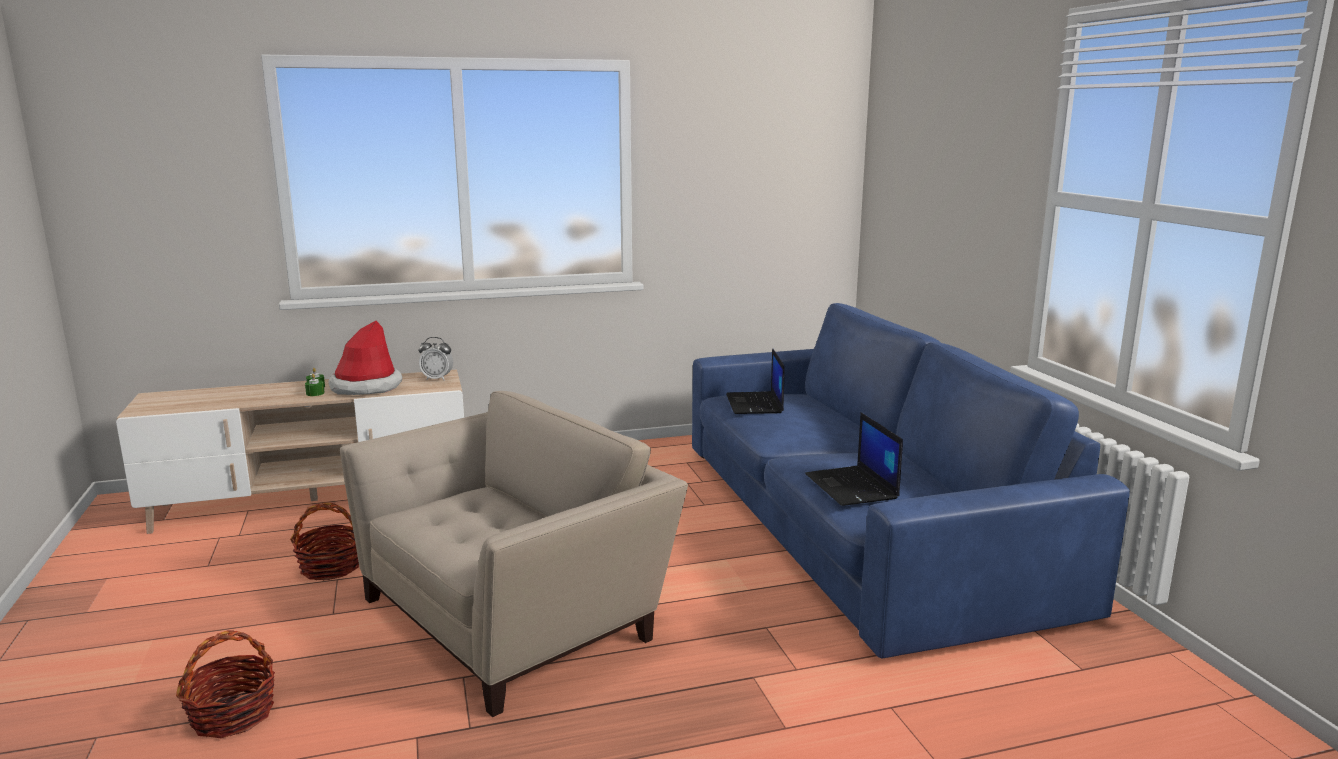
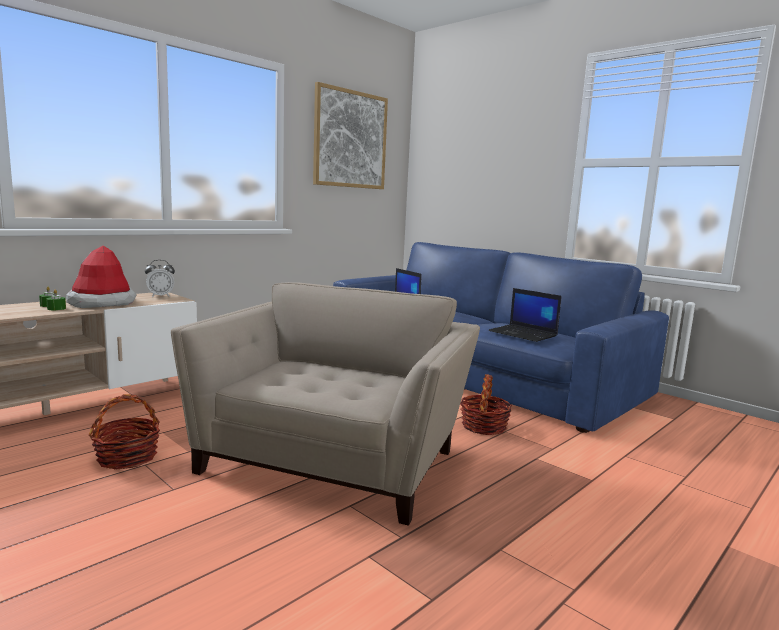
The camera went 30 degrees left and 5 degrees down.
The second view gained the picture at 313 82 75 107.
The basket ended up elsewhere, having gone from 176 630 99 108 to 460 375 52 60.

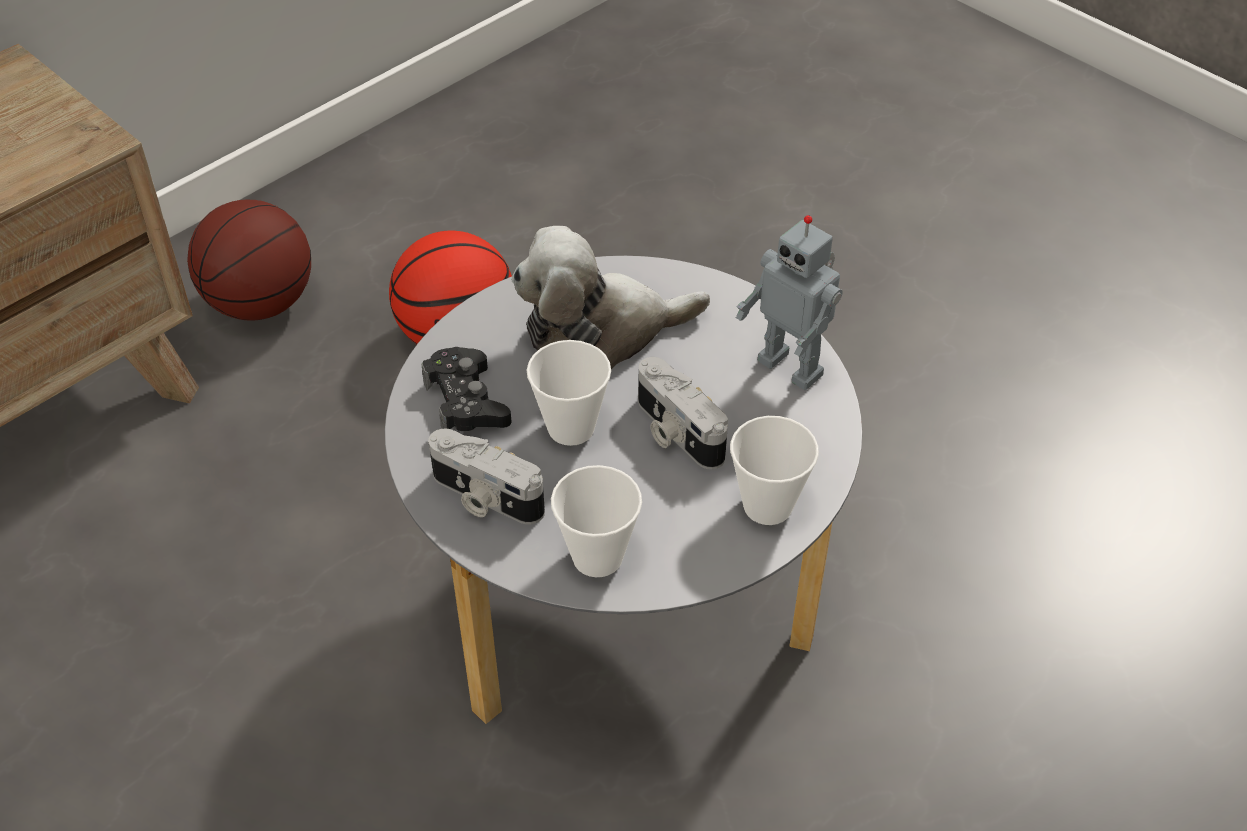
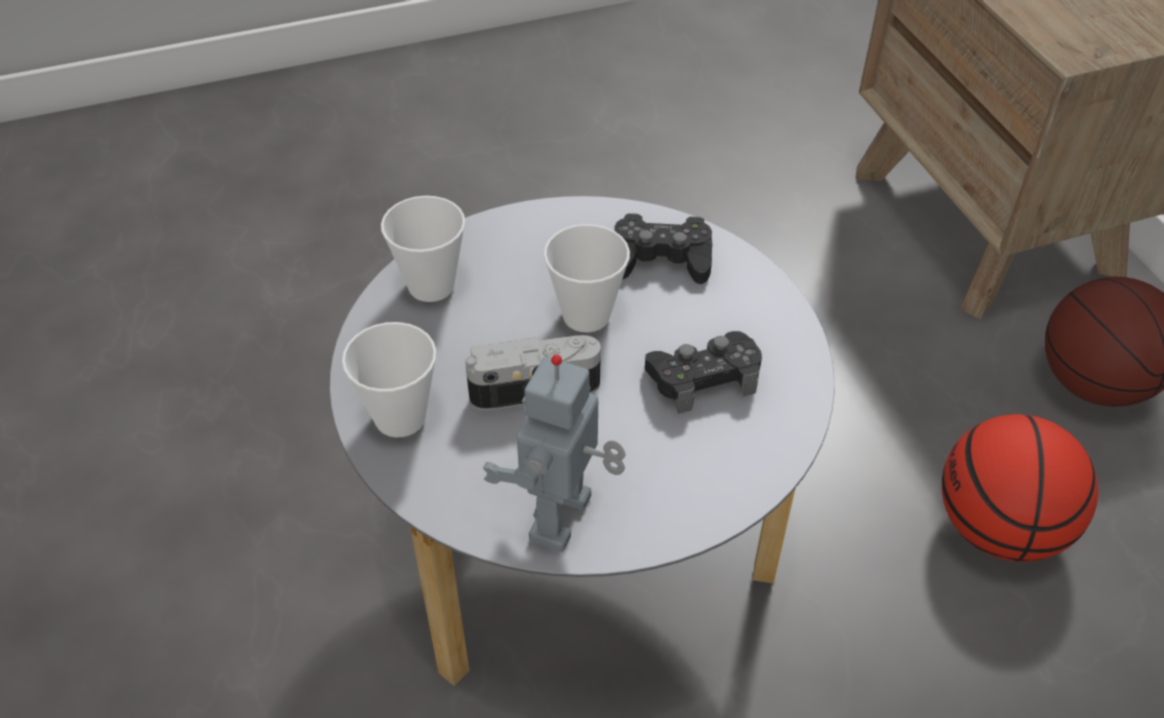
The camera went 115 degrees right and 0 degrees up.
The second view lost the photo camera at 428 429 117 95.
Where the plush toy stood at 511 226 199 144, the game controller (black) came to stand at 645 331 117 83.
The toy robot at 736 215 107 175 ended up facing another way, 45 degrees counterclockwise from before.

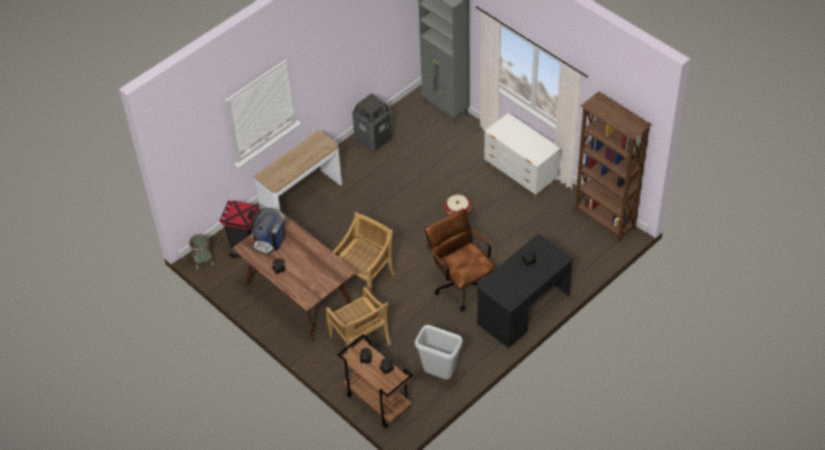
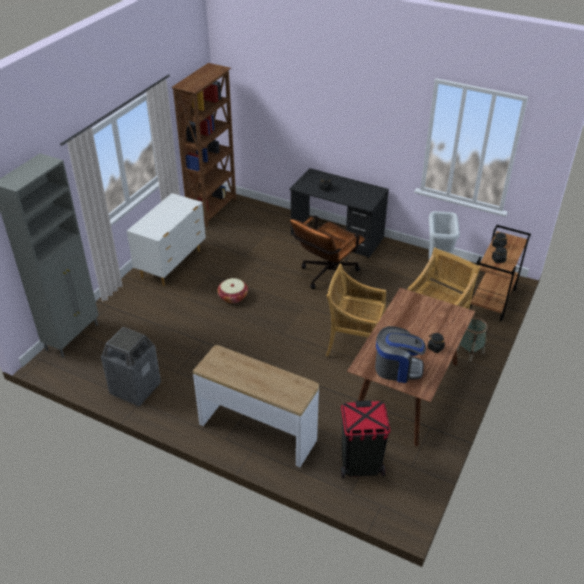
The camera went 110 degrees left and 10 degrees down.
The basket ended up elsewhere, having gone from 189 234 25 36 to 457 317 31 45.

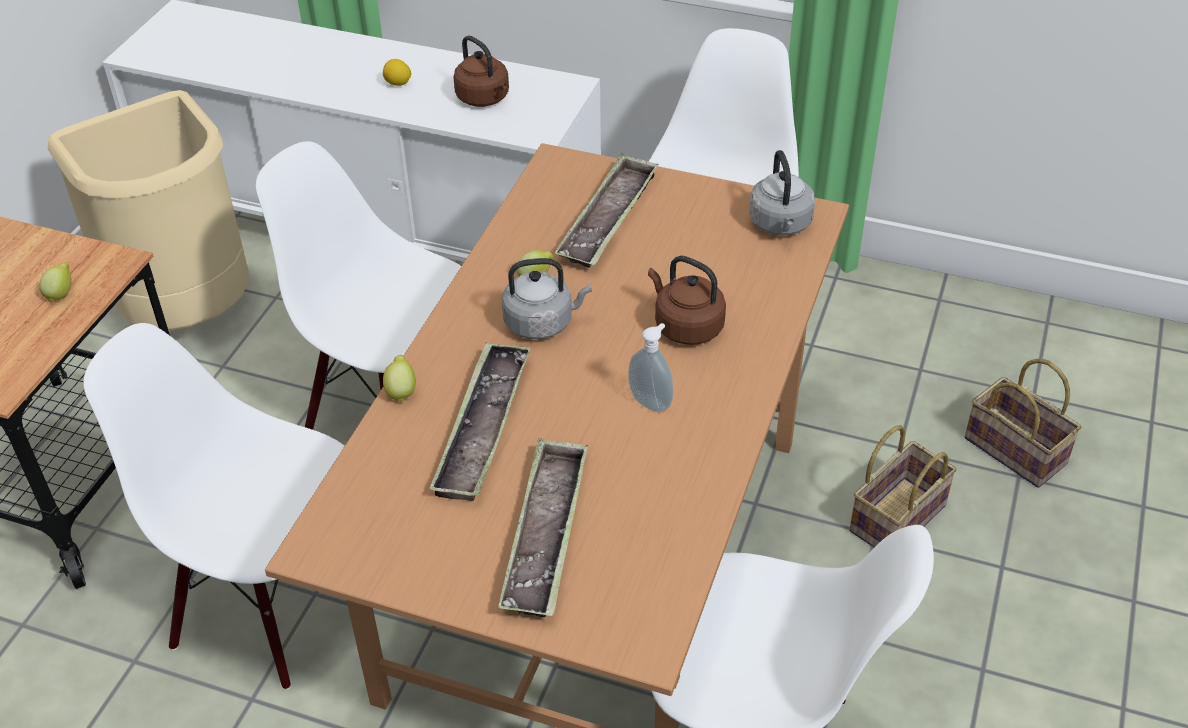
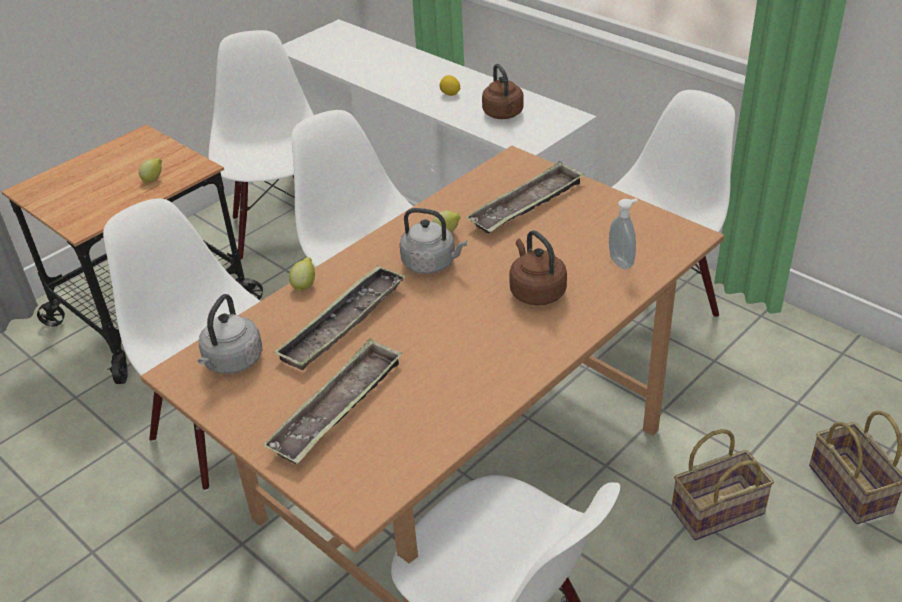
The camera went 25 degrees right and 5 degrees down.
The soap dispenser ended up elsewhere, having gone from 628 323 45 89 to 609 199 29 71.
The kettle (grey) ended up elsewhere, having gone from 749 150 66 85 to 198 294 64 80.
Where the trash can (beige) stood at 48 90 202 240, the chair (white) came to stand at 208 30 106 231.

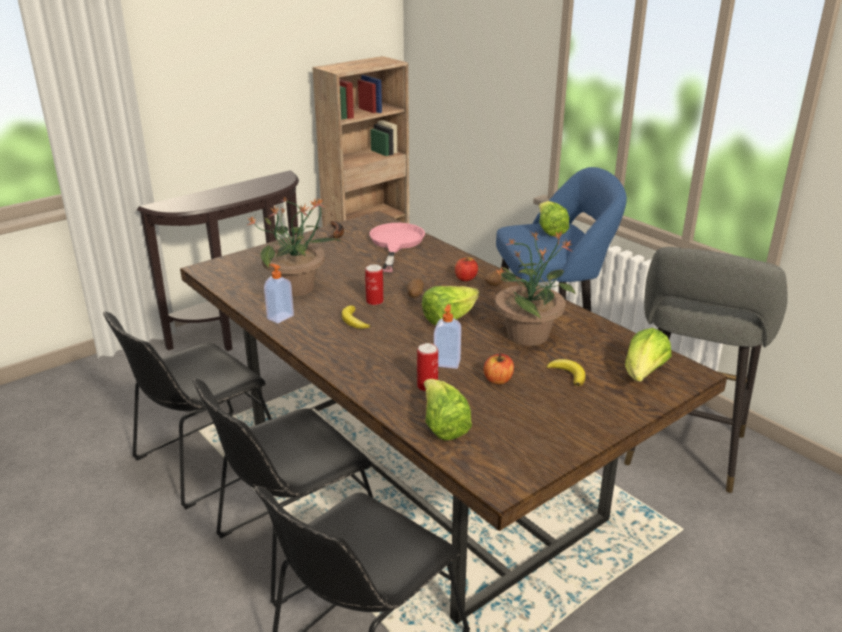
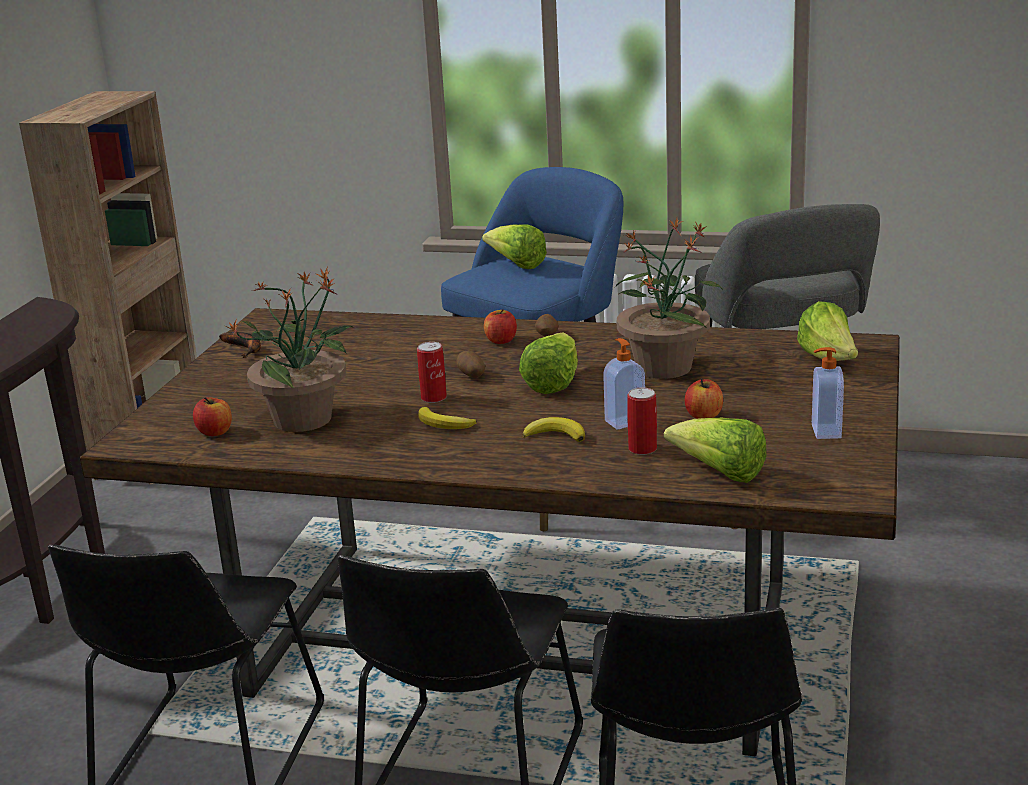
The camera went 35 degrees left and 5 degrees down.
The second view lost the frying pan (pink) at 370 223 55 49.
The second view gained the apple at 193 397 39 39.
The soap dispenser ended up elsewhere, having gone from 264 264 30 59 to 812 347 32 92.
The banana ended up elsewhere, having gone from 546 359 40 27 to 522 417 63 25.

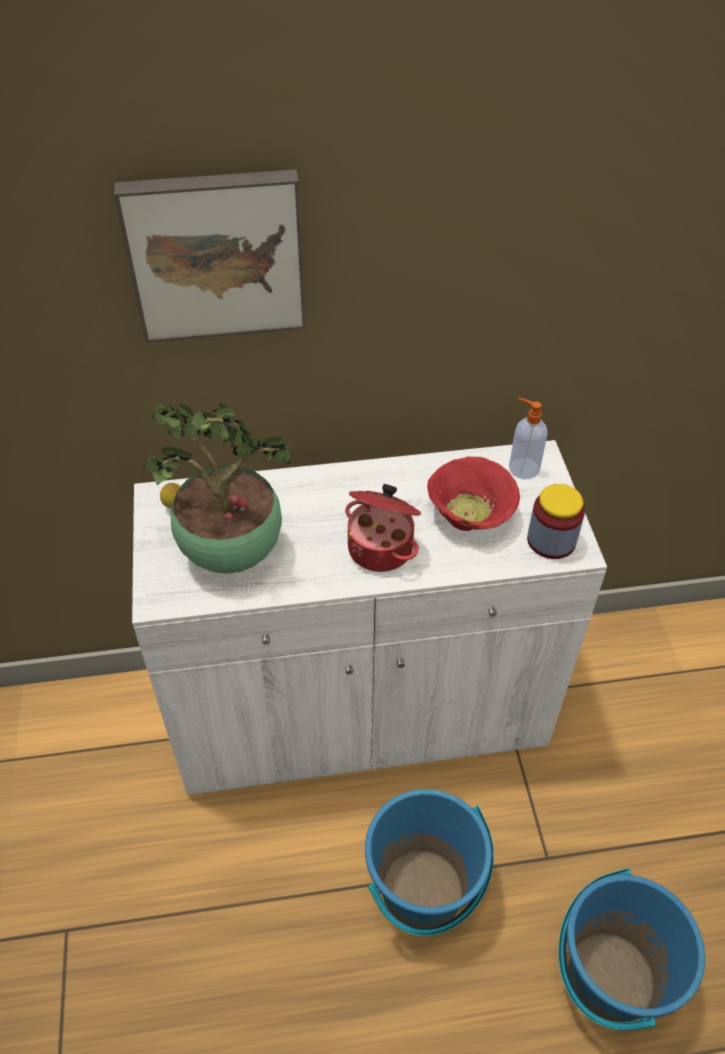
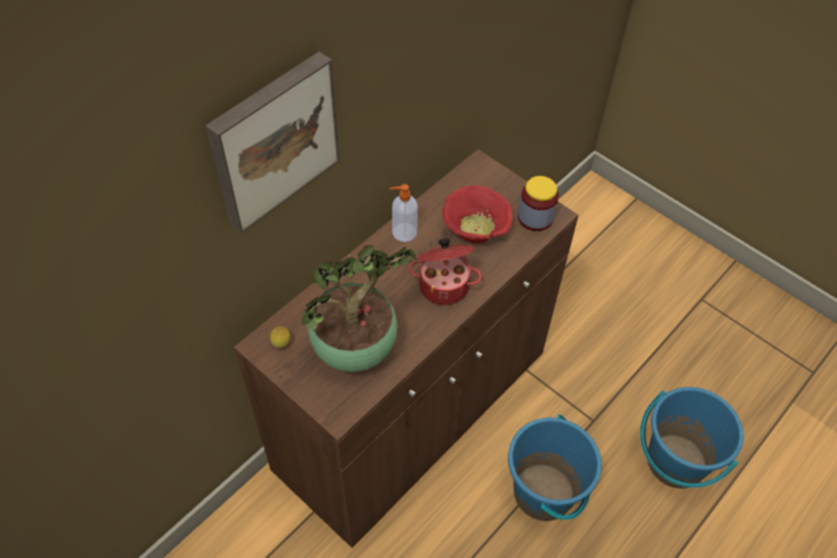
The camera went 40 degrees left and 5 degrees up.
The soap dispenser ended up elsewhere, having gone from 509 398 39 81 to 390 184 28 58.
What was the cabinet (white) at 132 440 475 355 turned into the cabinet (brown) at 234 149 344 399.

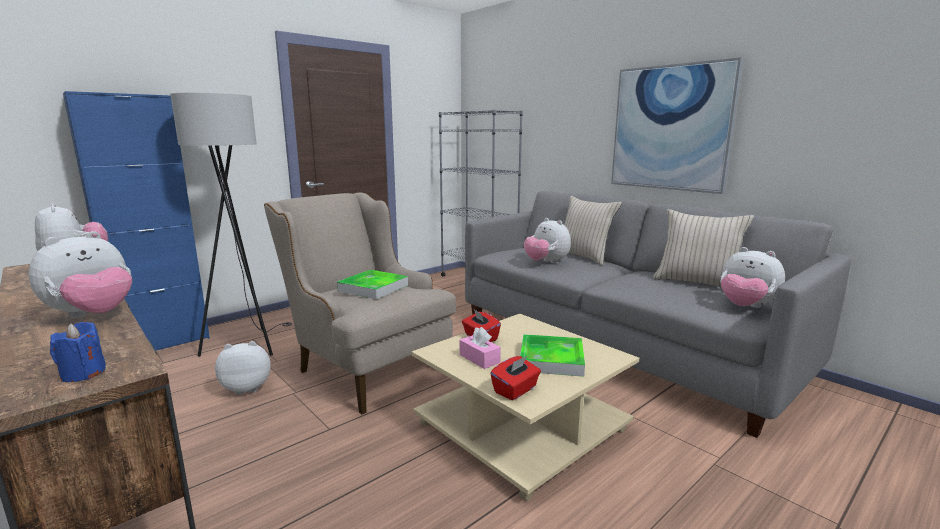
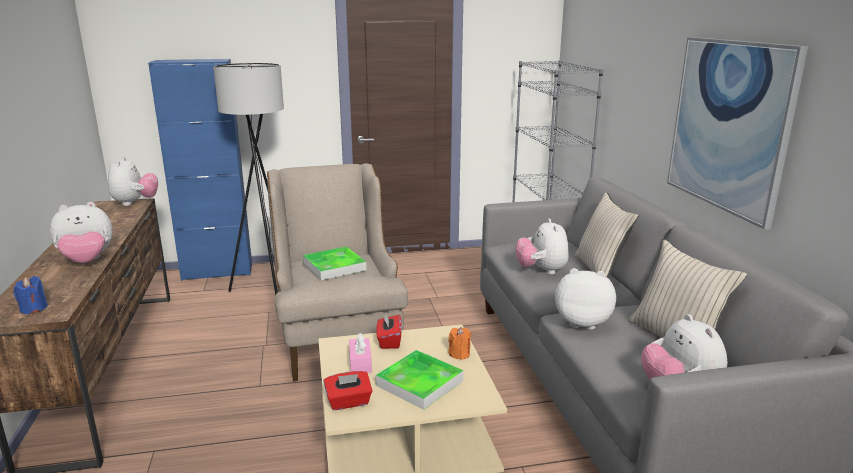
The camera went 30 degrees right and 5 degrees up.
The second view gained the candle (orange) at 448 327 23 33.
The plush toy ended up elsewhere, having gone from 215 341 56 53 to 555 268 61 62.

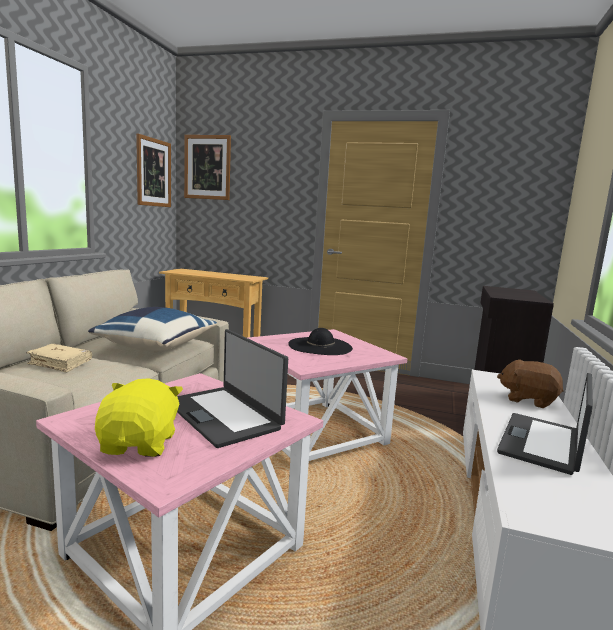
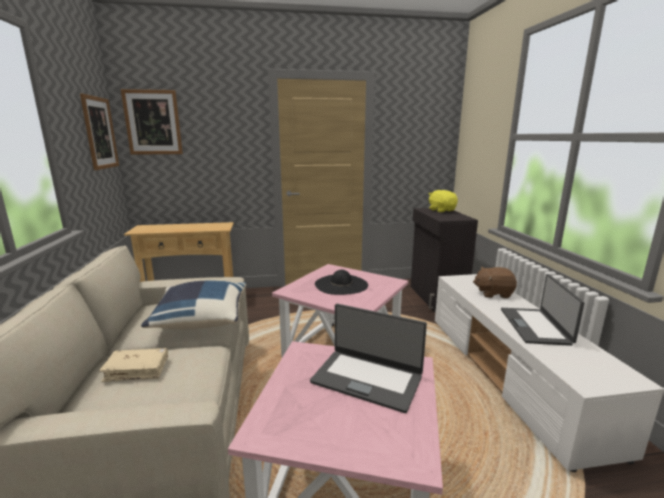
The camera went 25 degrees left and 5 degrees up.
The plush toy (yellow) ended up elsewhere, having gone from 95 378 88 79 to 429 190 29 22.

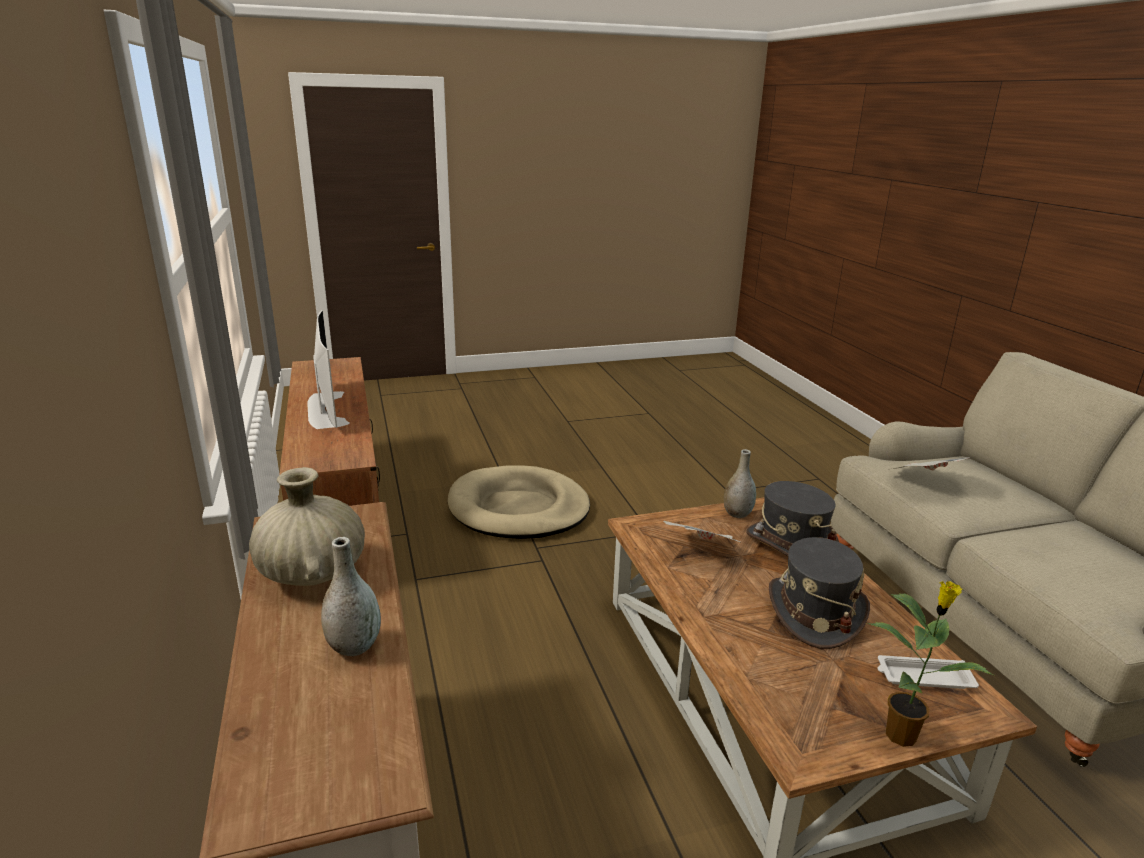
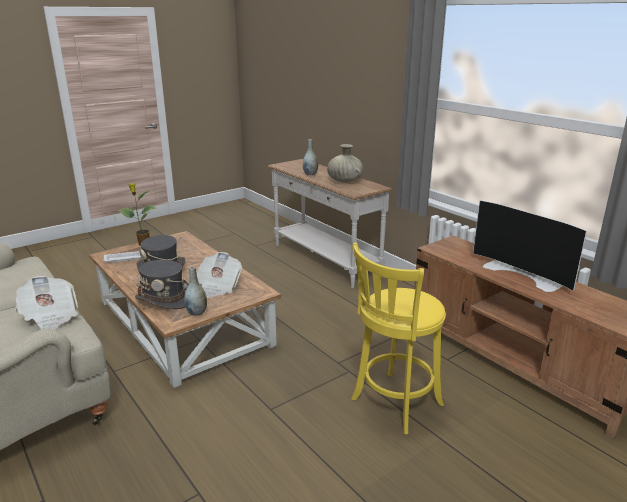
The camera went 160 degrees right and 0 degrees up.
Where the dog bed (beige) stood at 448 465 142 74, the stool (yellow) came to stand at 351 242 95 192.

